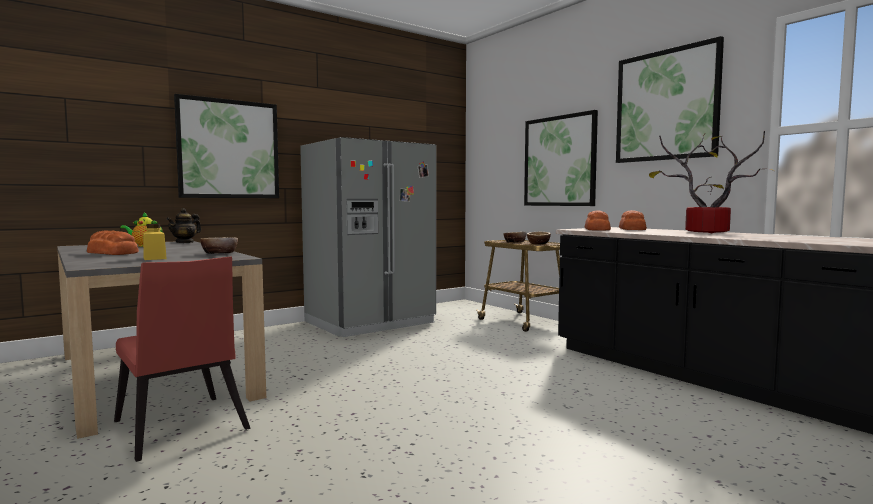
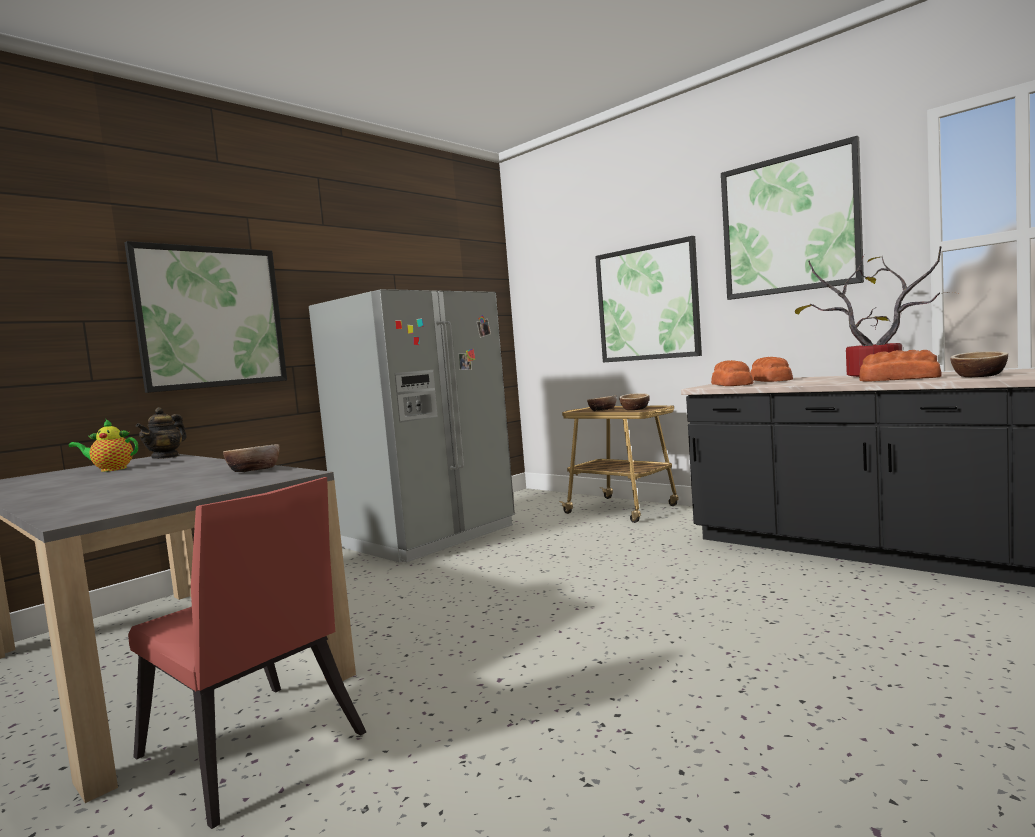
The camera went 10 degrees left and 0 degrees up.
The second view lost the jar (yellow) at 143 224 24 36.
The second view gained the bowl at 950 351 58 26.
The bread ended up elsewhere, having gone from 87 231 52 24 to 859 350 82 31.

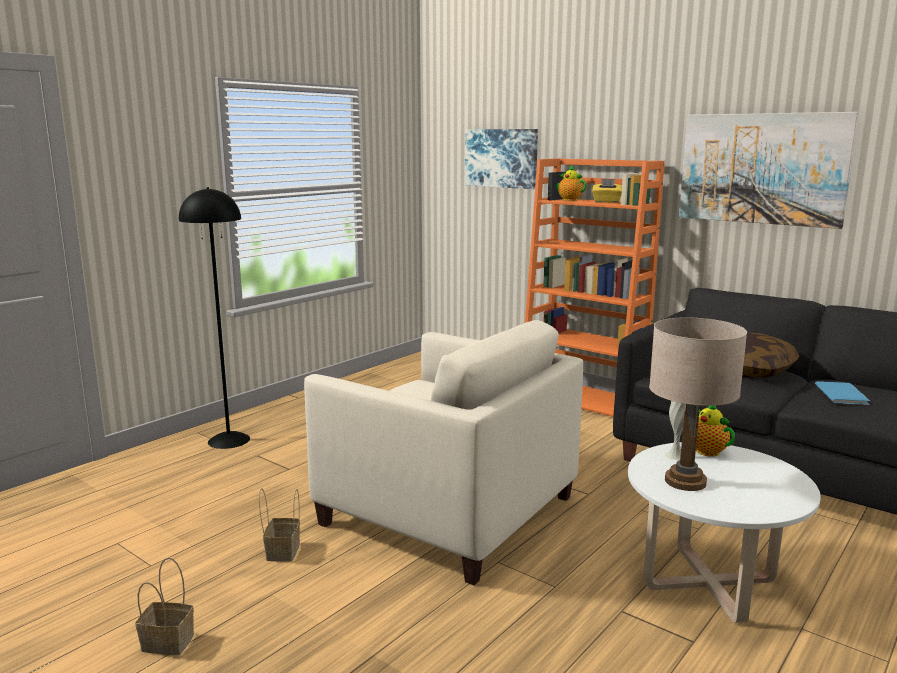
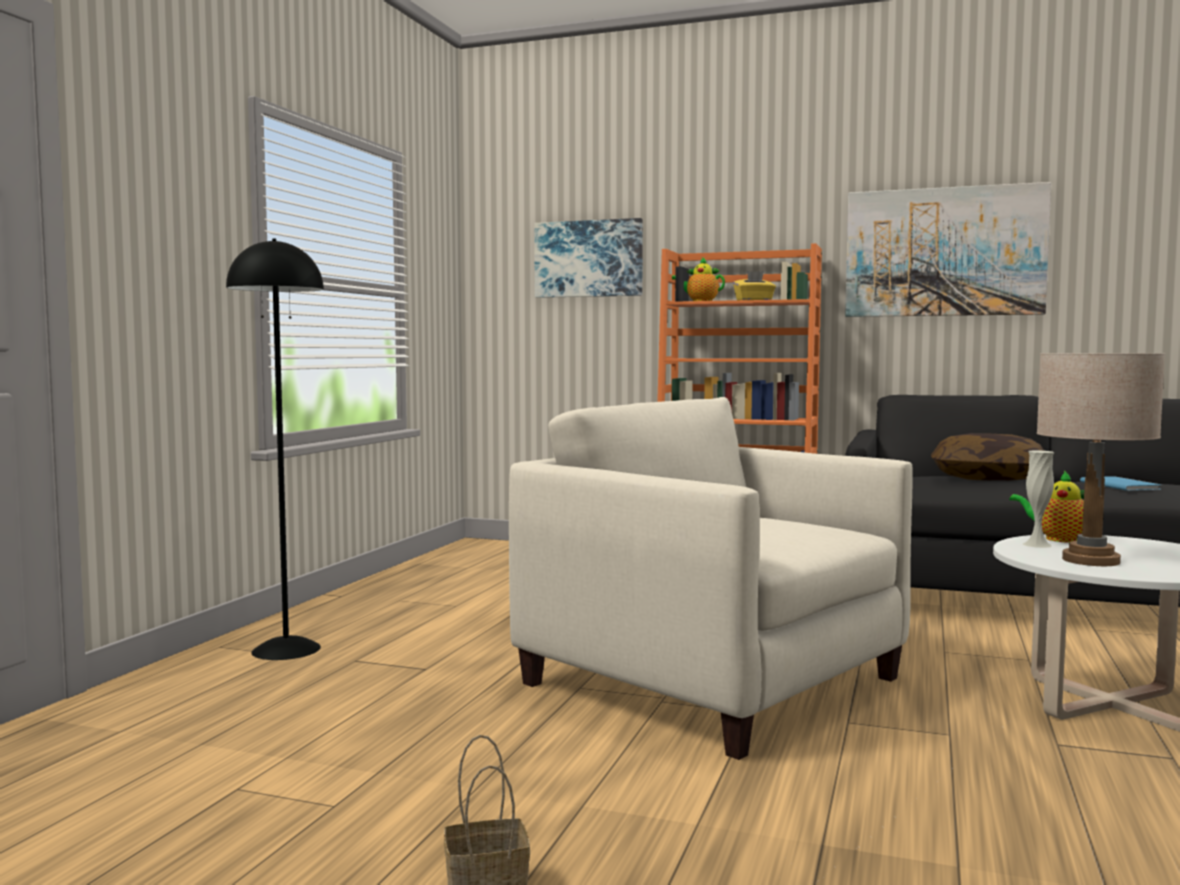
The camera went 20 degrees left and 10 degrees down.
The second view lost the basket at 259 488 41 74.
The armchair (beige) at 304 320 279 265 ended up facing another way, 150 degrees counterclockwise from before.

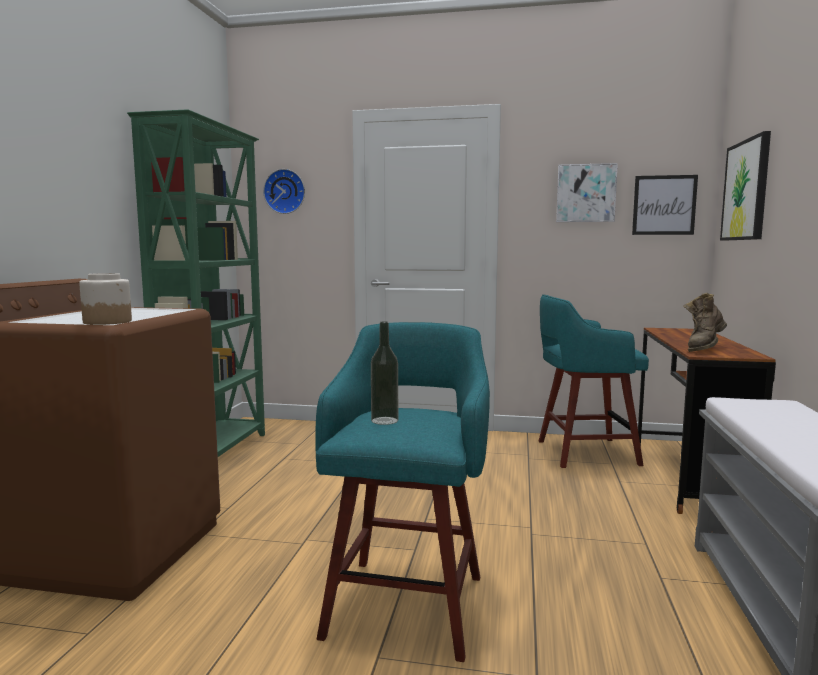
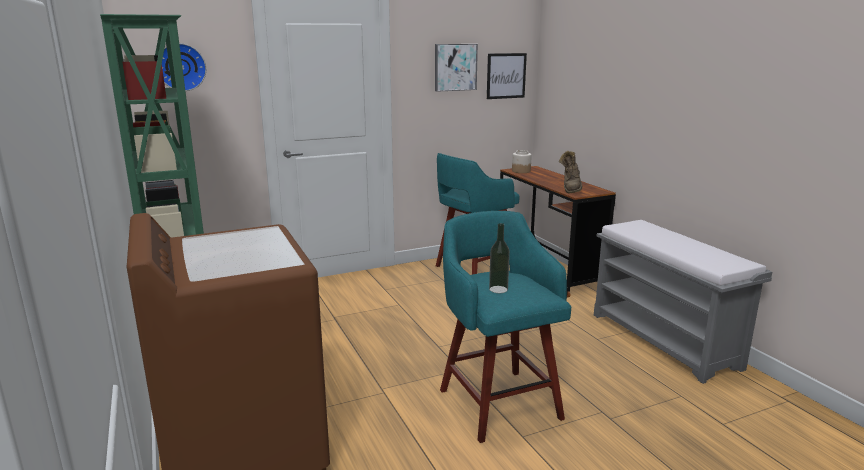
The camera went 35 degrees left and 10 degrees up.
The second view lost the picture at 720 131 51 110.
The jar ended up elsewhere, having gone from 79 273 53 52 to 512 150 20 23.

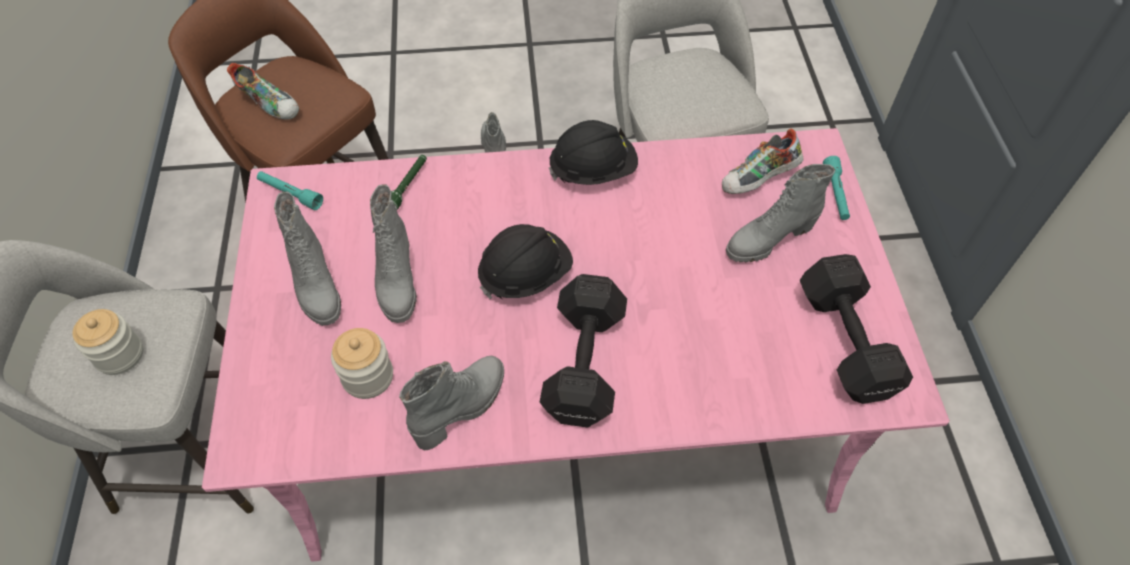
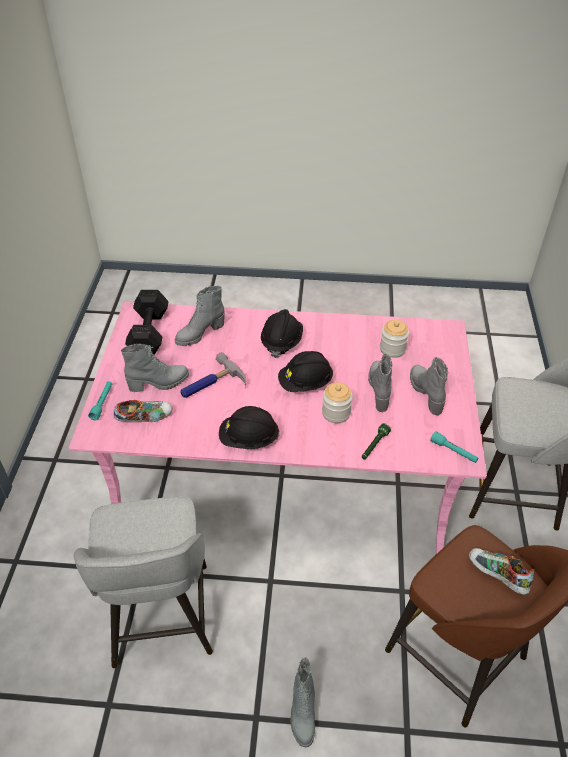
The camera went 170 degrees left and 10 degrees down.
The second view gained the hammer at 180 352 66 46.
The jar ended up elsewhere, having gone from 73 309 70 66 to 322 382 31 41.
The boot (grey) ended up elsewhere, having gone from 399 356 105 95 to 175 286 50 60.
Where the dumbbell (black) stood at 540 274 87 154, the hard hat (black) came to stand at 261 309 42 49.

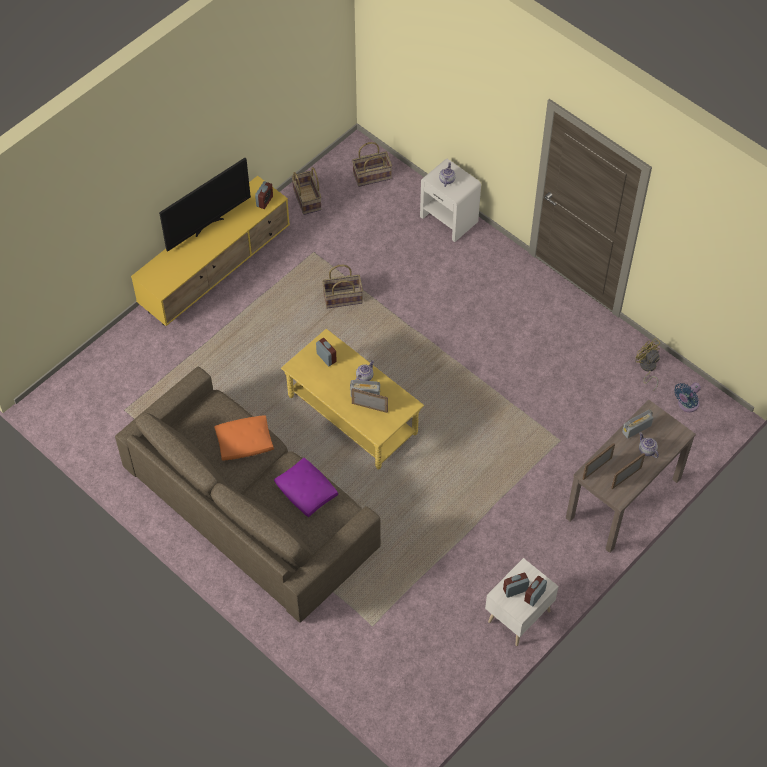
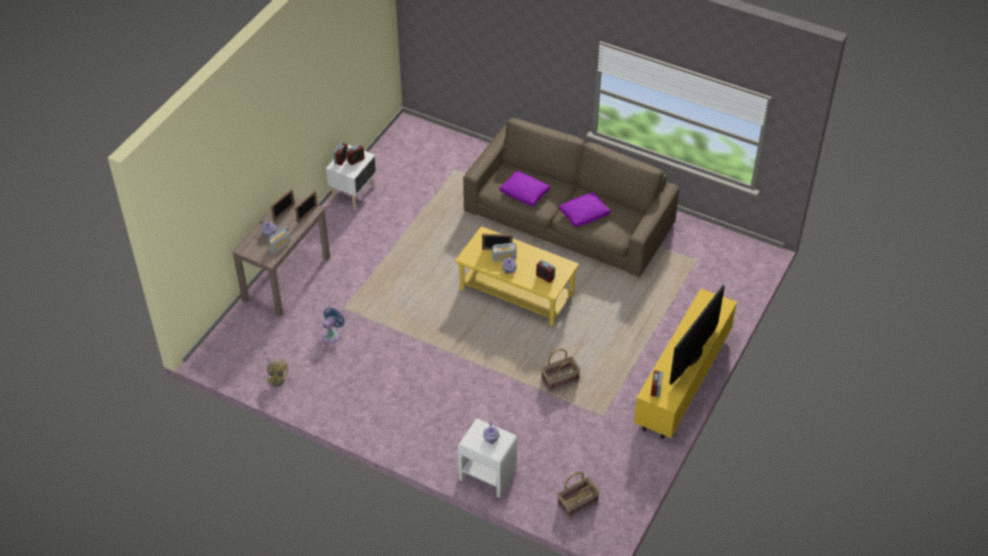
The camera went 165 degrees right and 10 degrees down.
The second view lost the basket at 291 167 30 48.
The fan (blue) ended up elsewhere, having gone from 674 382 27 30 to 322 307 23 36.
What was the pillow (orange) at 214 415 60 45 turned into the pillow (purple) at 559 192 51 35.

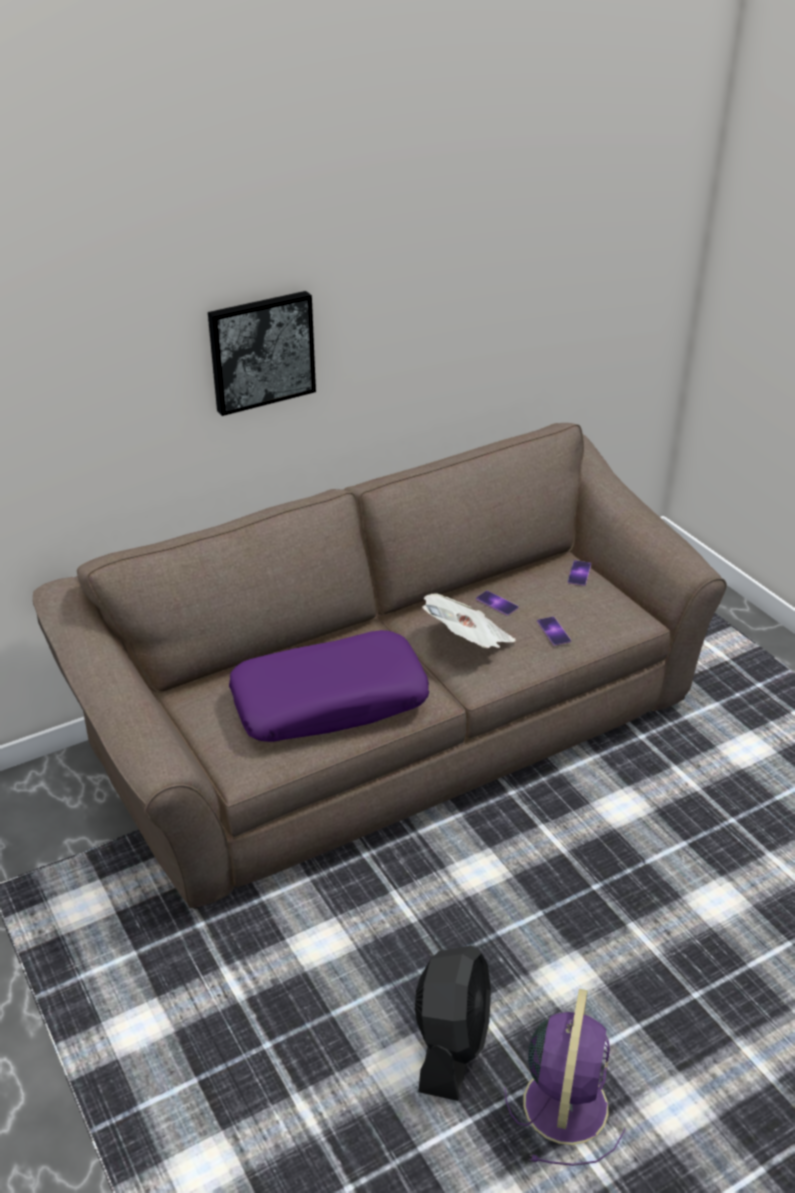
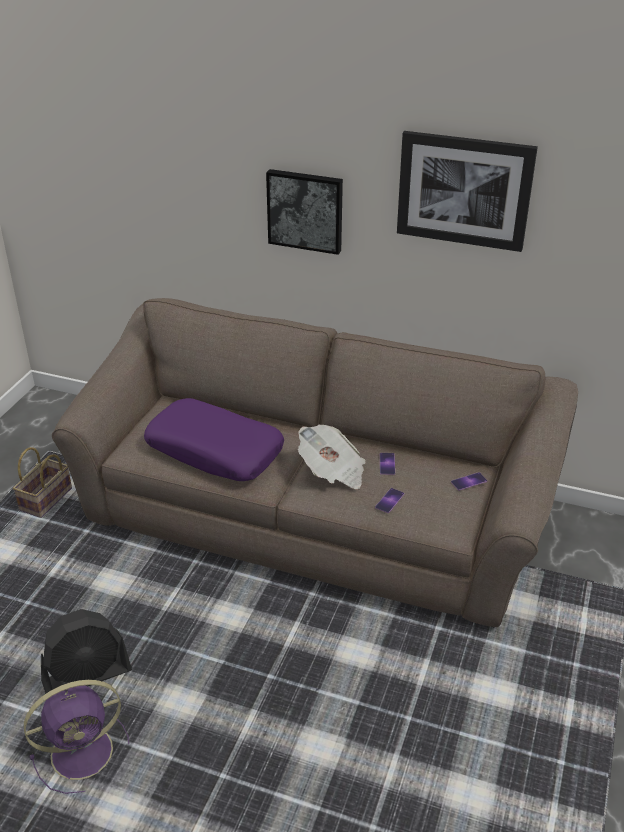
The camera went 50 degrees right and 0 degrees up.
The second view gained the basket at 13 447 59 71.
The second view gained the picture at 397 131 141 121.

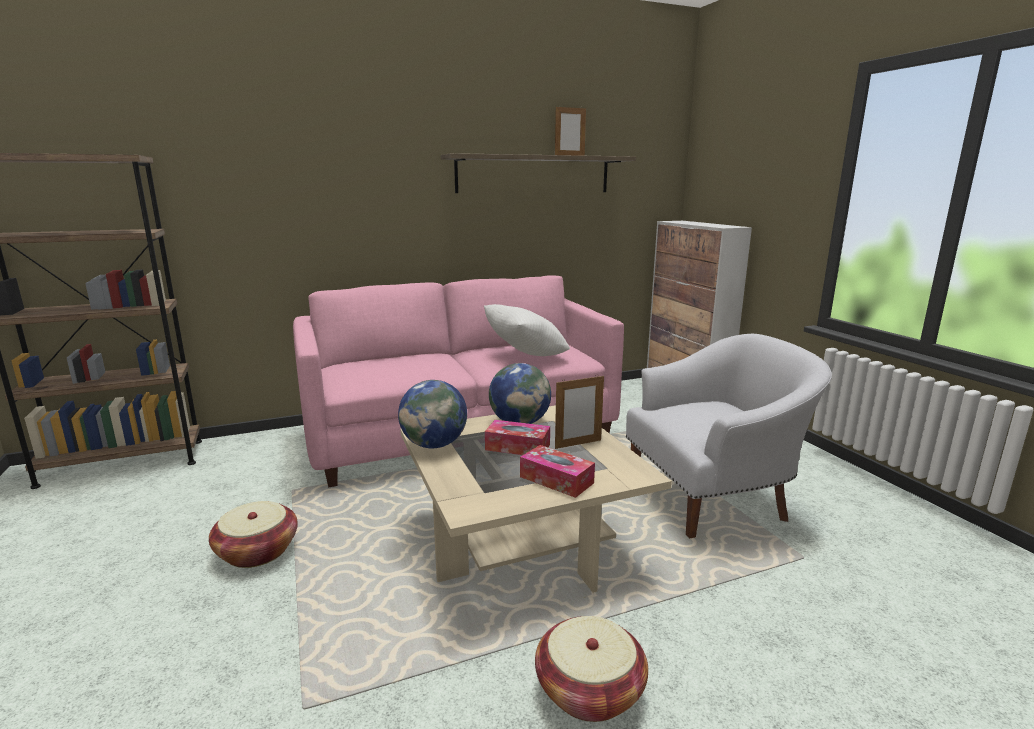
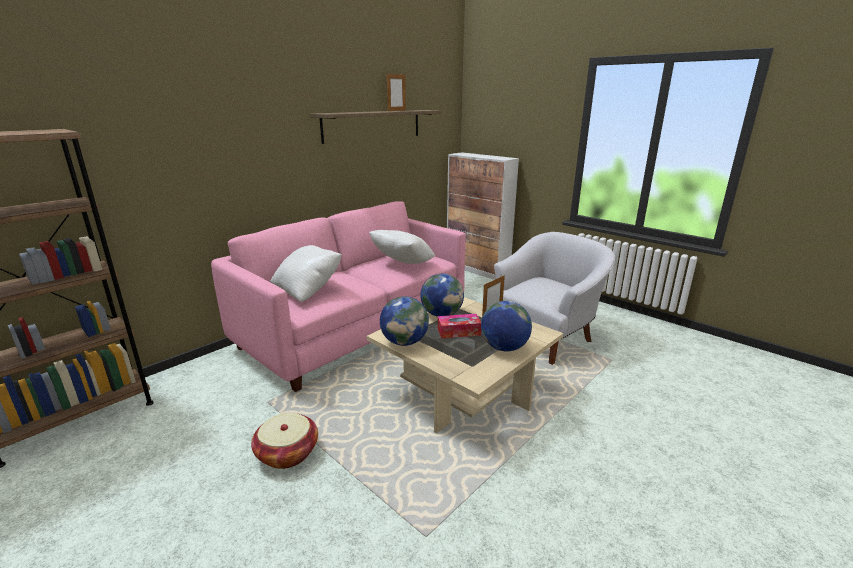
The camera went 25 degrees left and 5 degrees up.
The second view lost the basket at 535 616 113 106.
The second view gained the pillow (white) at 270 245 72 57.
Where the tissue box stood at 520 445 75 53, the globe came to stand at 481 301 51 50.

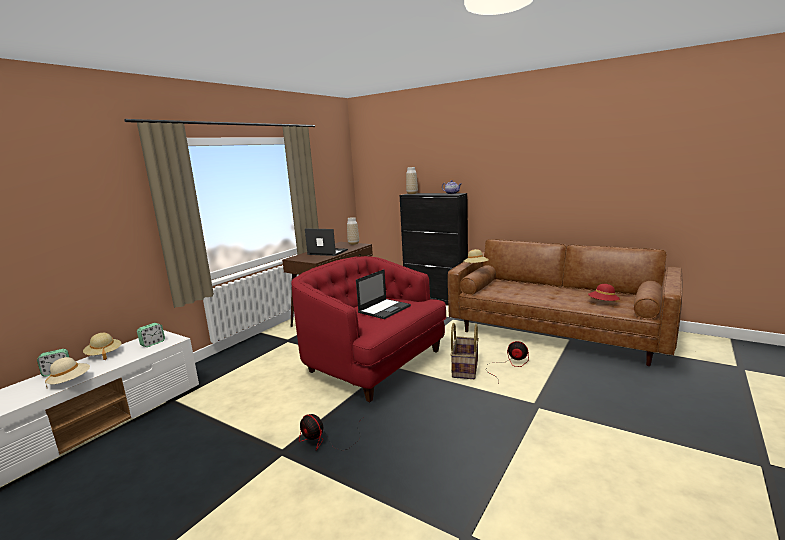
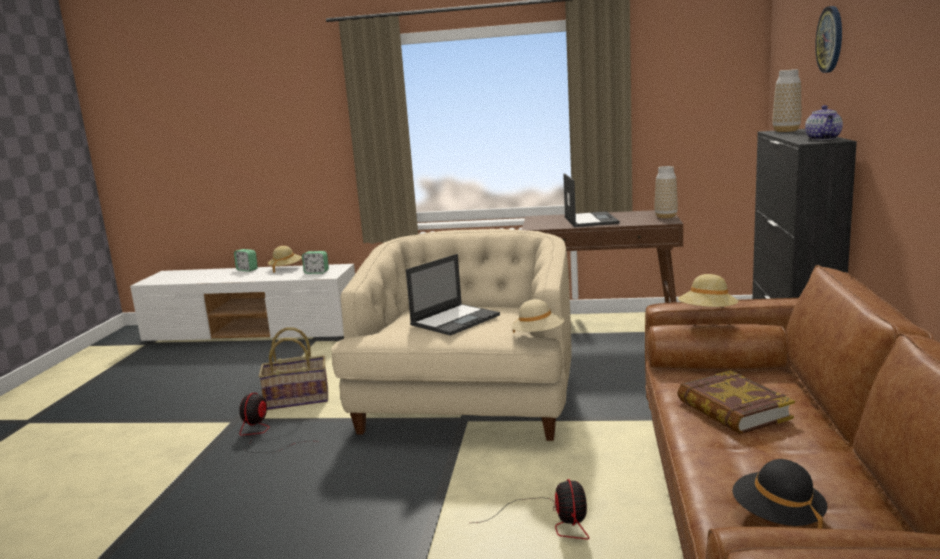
The camera went 65 degrees right and 0 degrees up.
The second view gained the book at 677 370 118 64.
The second view gained the wall clock at 815 6 27 67.
The hat (beige) ended up elsewhere, having gone from 45 357 45 30 to 512 299 52 34.
The basket ended up elsewhere, having gone from 450 323 29 56 to 258 327 70 83.
What was the armchair (red) at 291 256 155 146 turned into the armchair (beige) at 331 229 241 212.
What was the hat (red) at 588 284 32 18 turned into the hat (black) at 732 459 95 70.
The laptop at 356 269 55 50 ended up facing another way, 60 degrees counterclockwise from before.

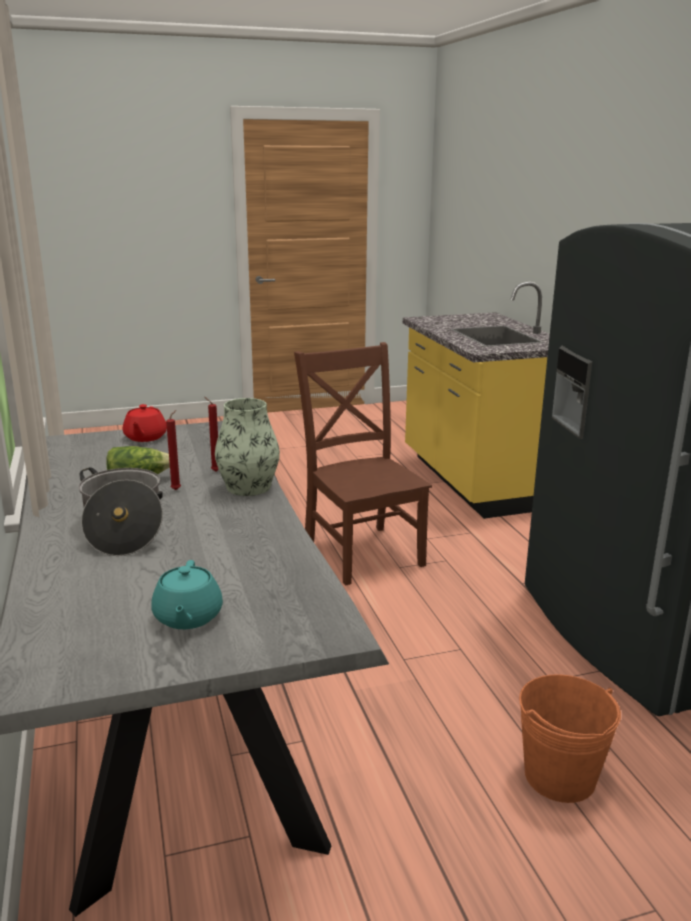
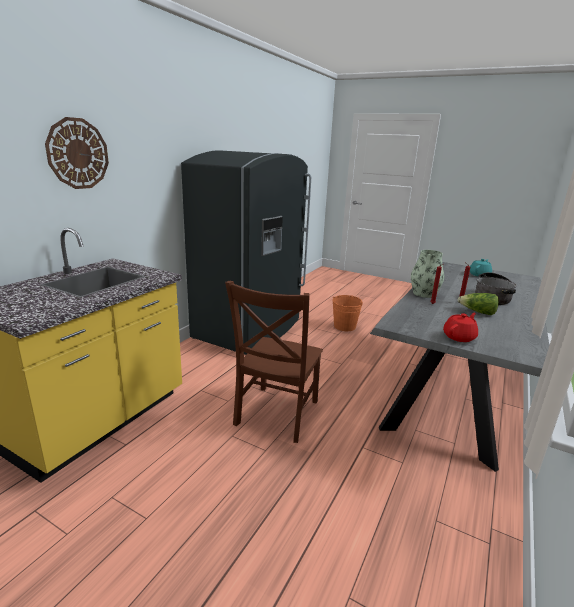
The camera went 135 degrees left and 0 degrees up.
The second view gained the wall clock at 45 117 64 72.

